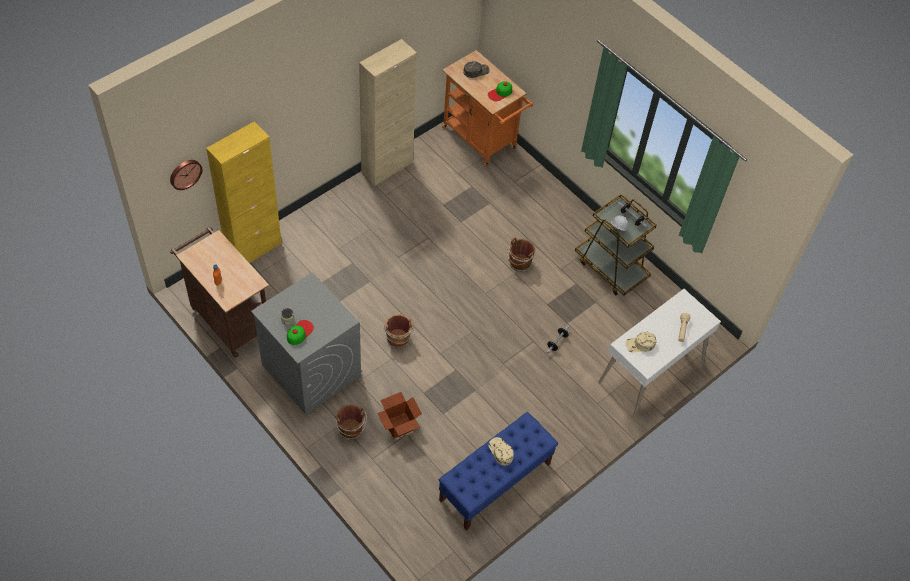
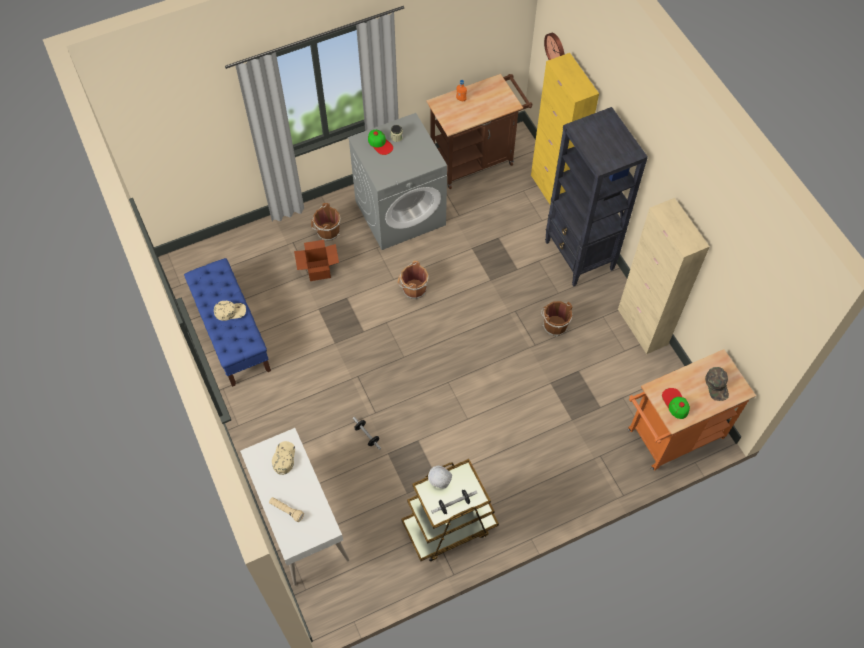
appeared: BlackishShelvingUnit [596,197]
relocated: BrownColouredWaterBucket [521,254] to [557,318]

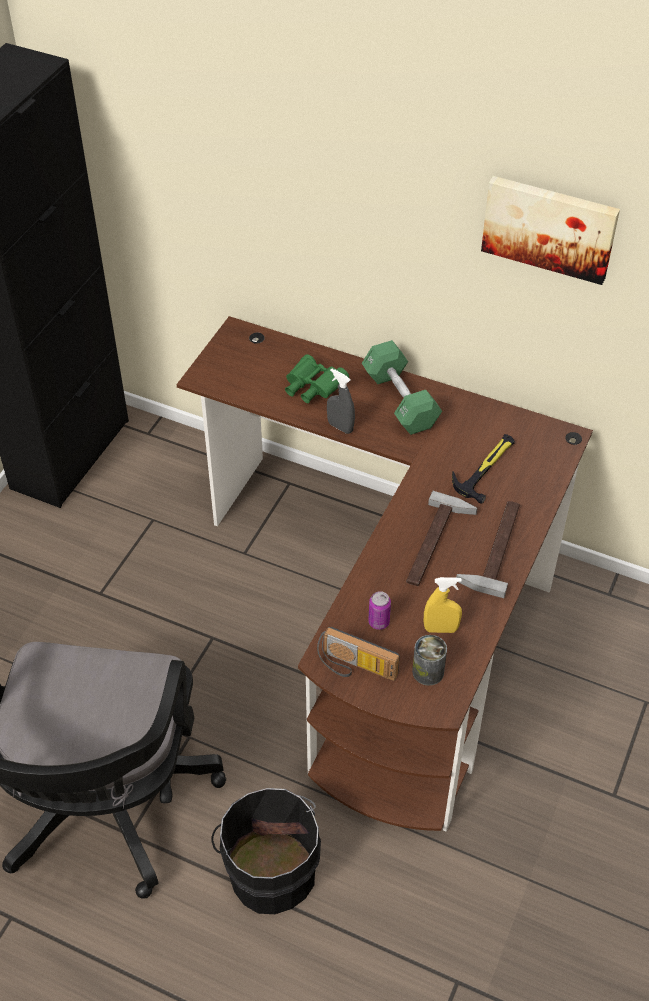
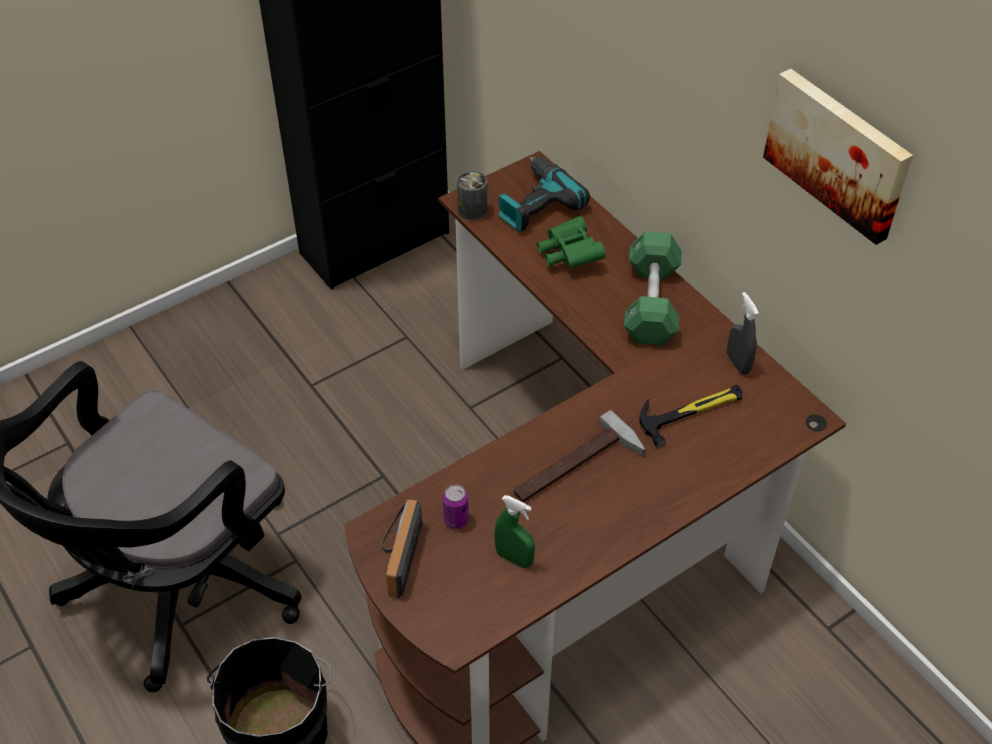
missing: ToolHammer [488,549]
appeared: PowerDrill [544,194]
relocated: GreyHandSprayer [341,401] to [743,333]; Can [429,660] to [472,196]
colour: YellowColouredHandSprayer [443,605] to GreenColouredHandSprayer [514,531]
spun: RadioReceiver [358,654] = [402,548] 45 degrees clockwise

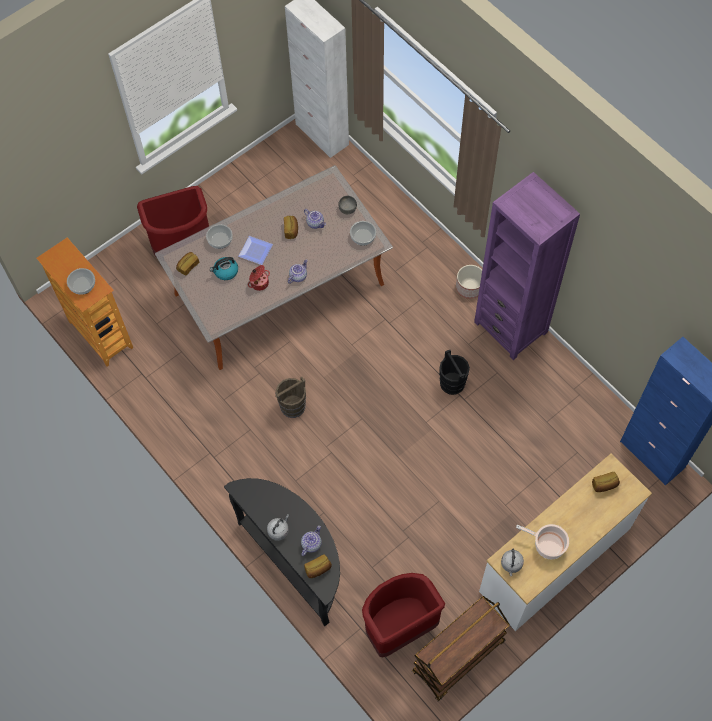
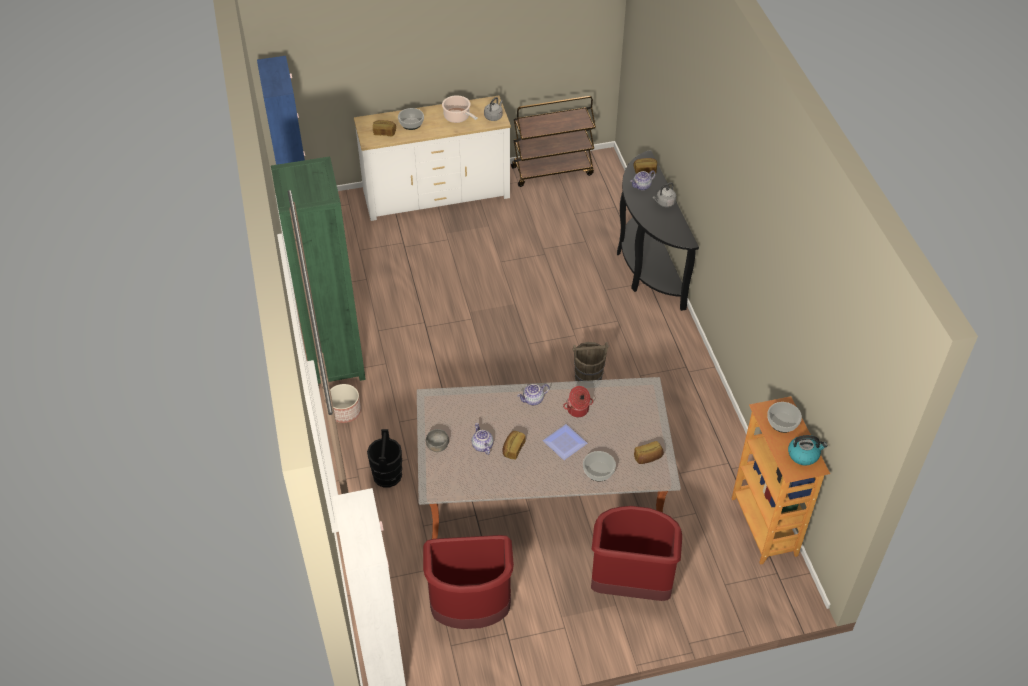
relocated: DeepDish [363,233] to [411,119]; Kettle [224,268] to [808,450]; BlackishWaterBucket [454,372] to [384,458]; ReddishTrashCan [403,615] to [468,582]
colour: PurplishShelvingUnit [527,266] to GreenColouredShelvingUnit [318,271]

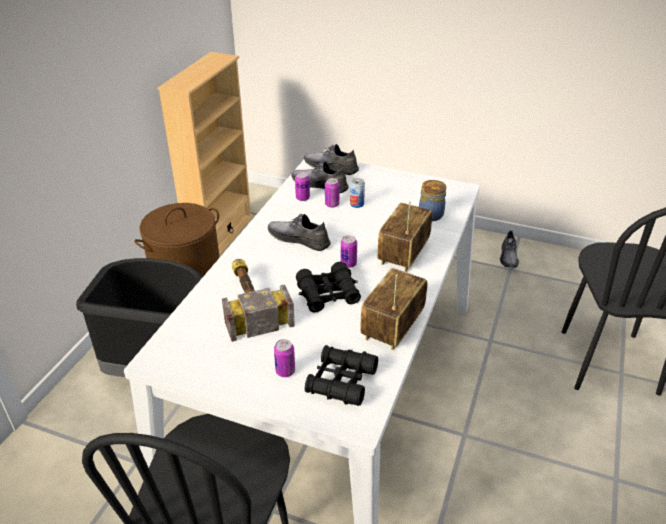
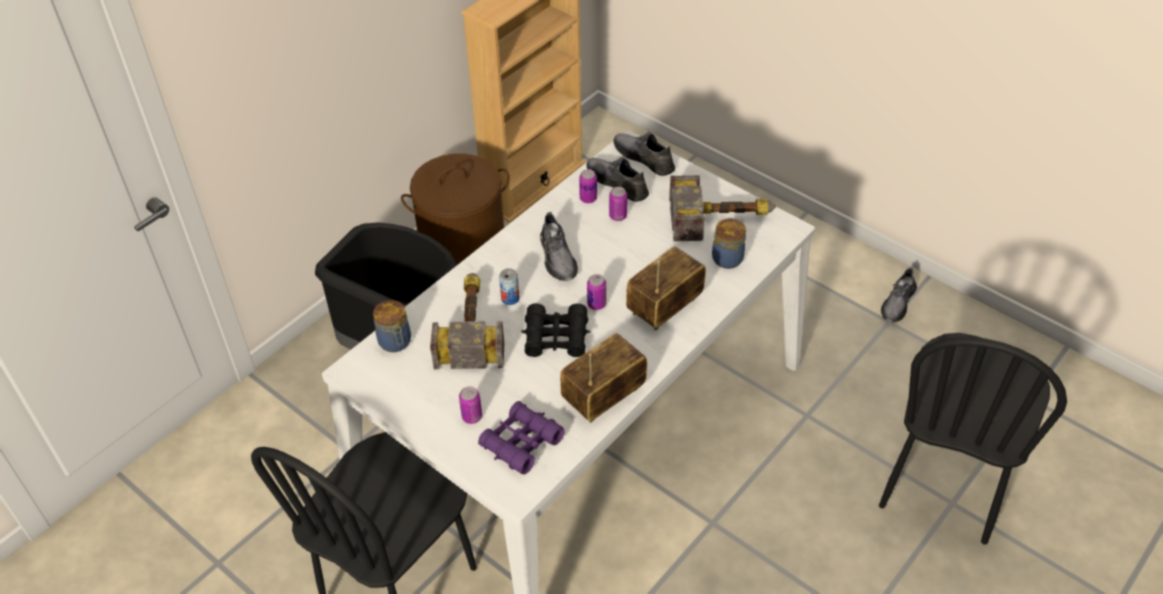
appeared: ToolHammer [722,208]; PreserveJar [392,326]
relocated: Can [357,193] to [509,286]
colour: BlackishBinoculars [341,375] to PurplishBinoculars [521,437]
spun: GreyItemOfFootwear [299,232] = [559,246] 150 degrees counterclockwise

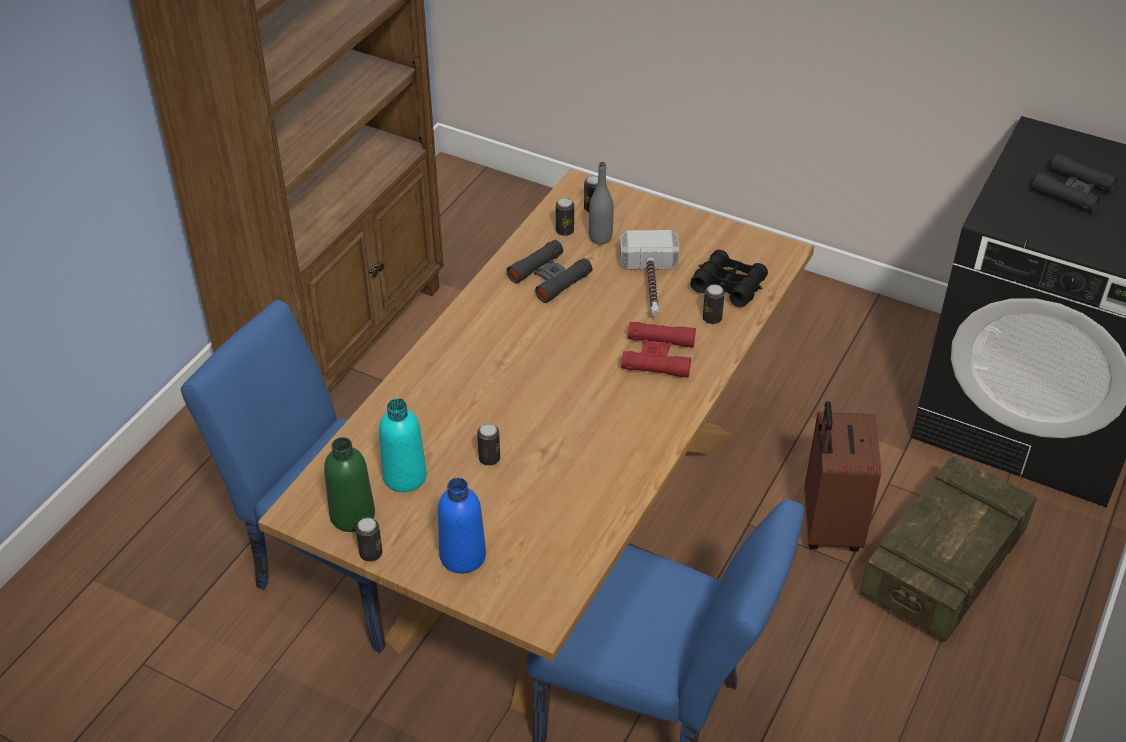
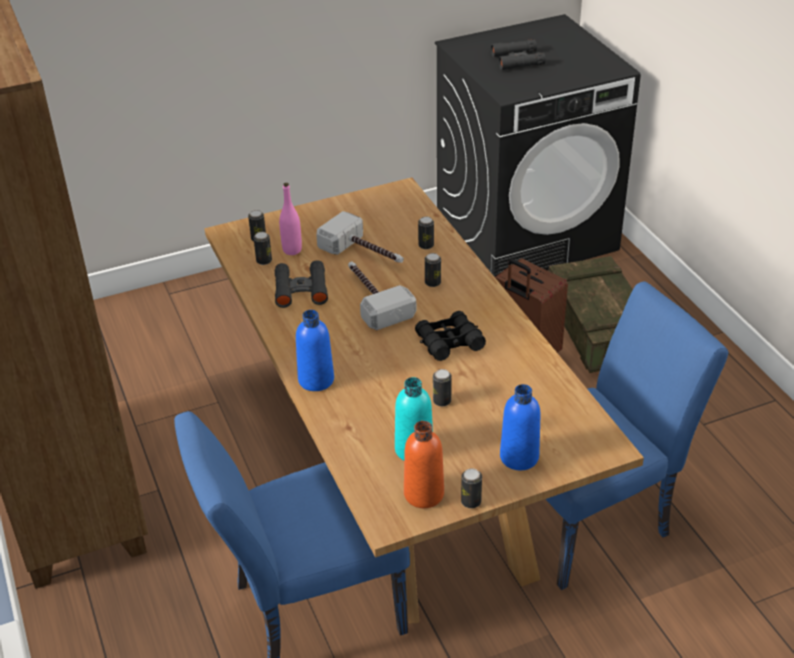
appeared: ToolHammer [382,295]; BlueDrinkBottle [315,350]
relocated: BlackishBinoculars [729,278] to [450,336]
exchanged: ReddishBinoculars [658,350] to Can [433,270]
colour: GreyDrinkBottle [601,203] to PinkColouredDrinkBottle [290,219]; GreenColouredDrinkBottle [349,484] to OrangeDrinkBottle [424,464]

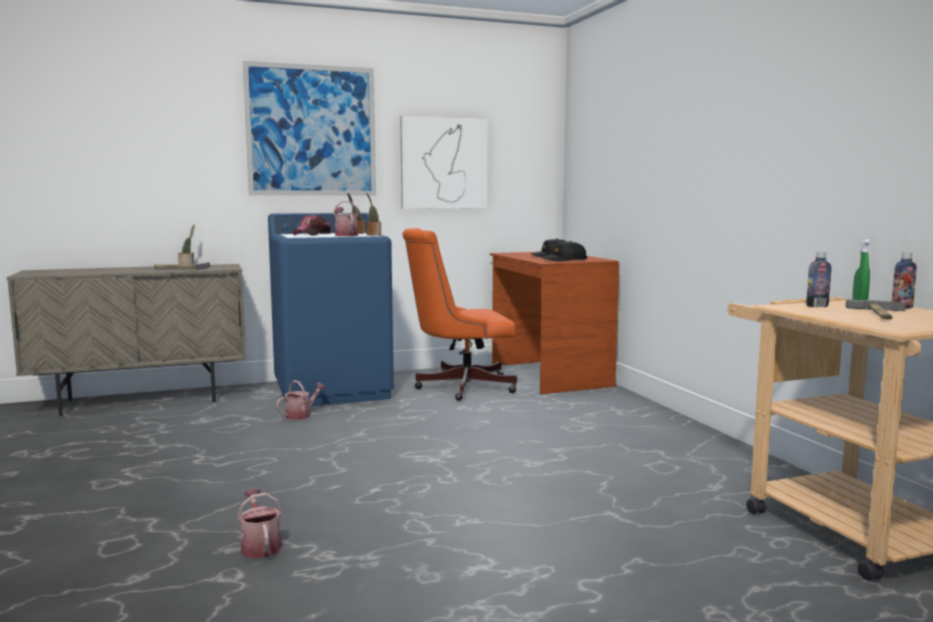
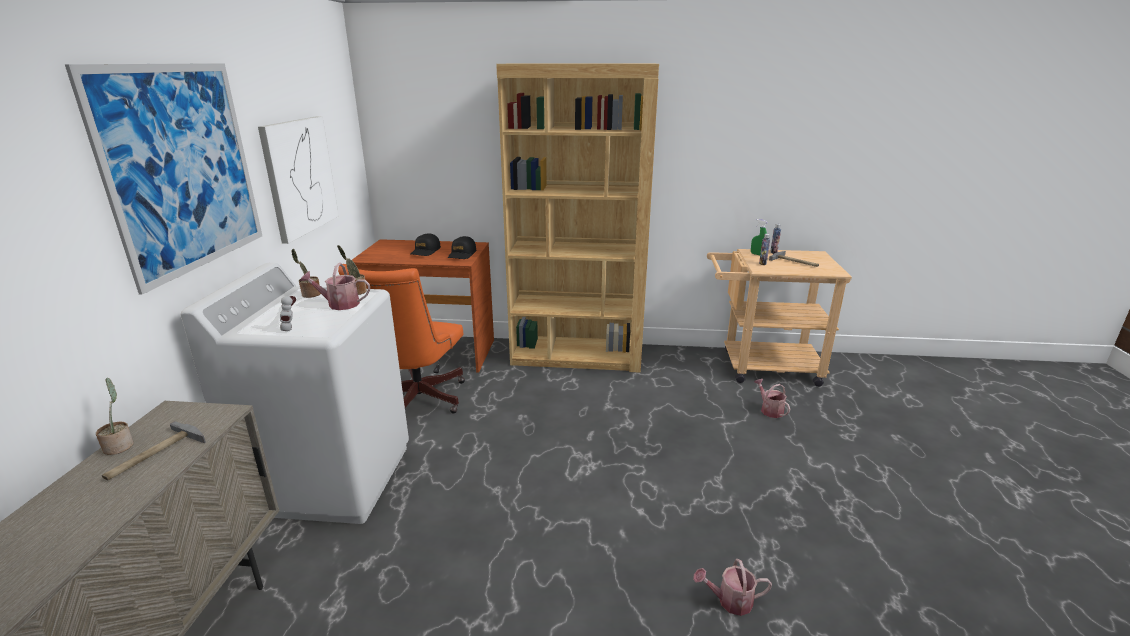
appeared: BrownColouredShelvingUnit [577,218]
relocated: WateringPot [300,400] to [772,398]
exchanged: PeakedCap [312,225] to ToolHammer [288,313]
colour: BlueWashingMachine [331,310] to WhitishWashingMachine [295,393]

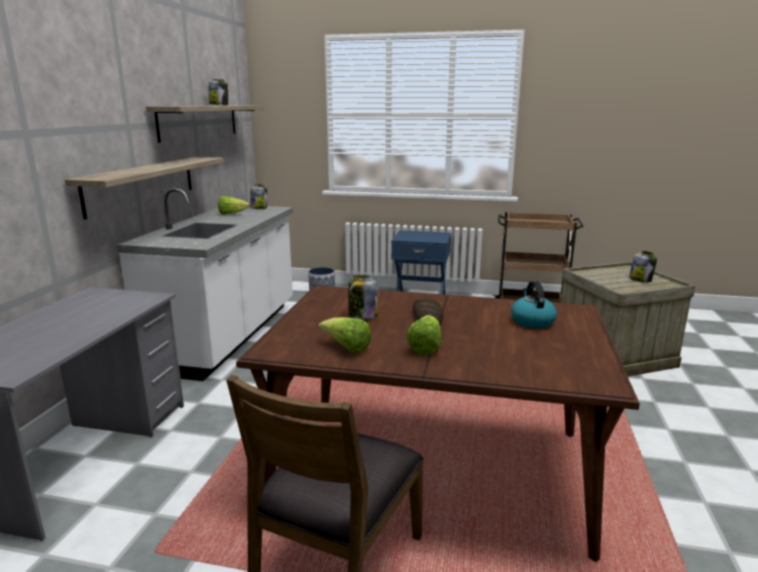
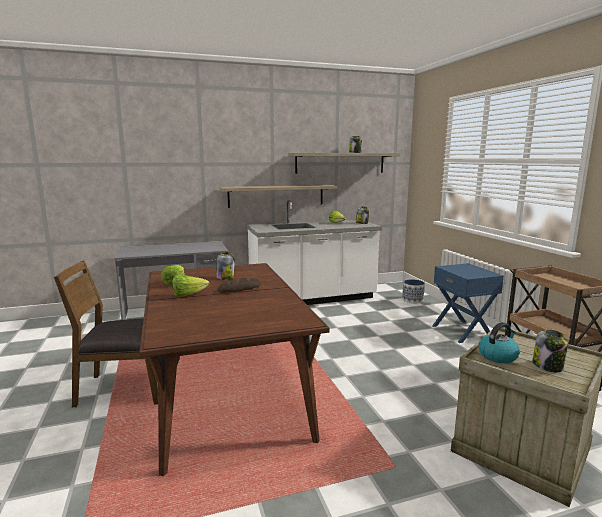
relocated: Kettle [534,305] to [499,342]

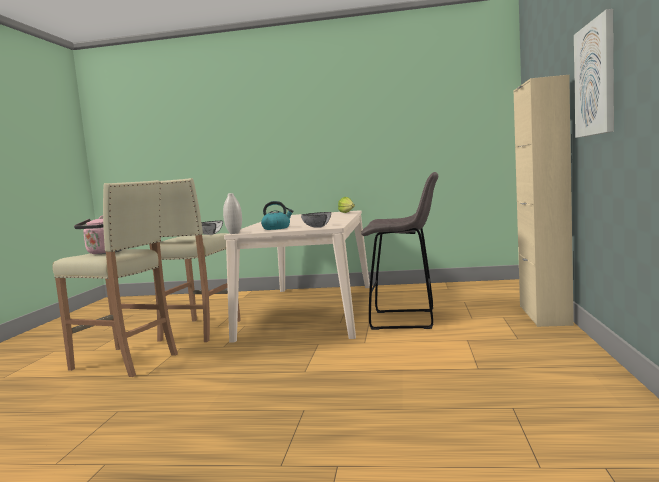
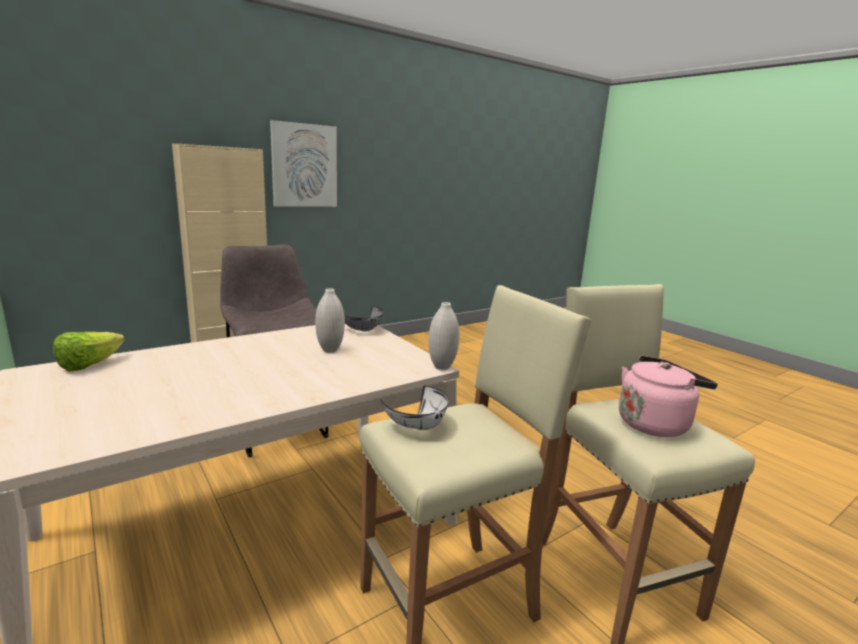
missing: Kettle [277,215]
appeared: WhitishVase [330,320]

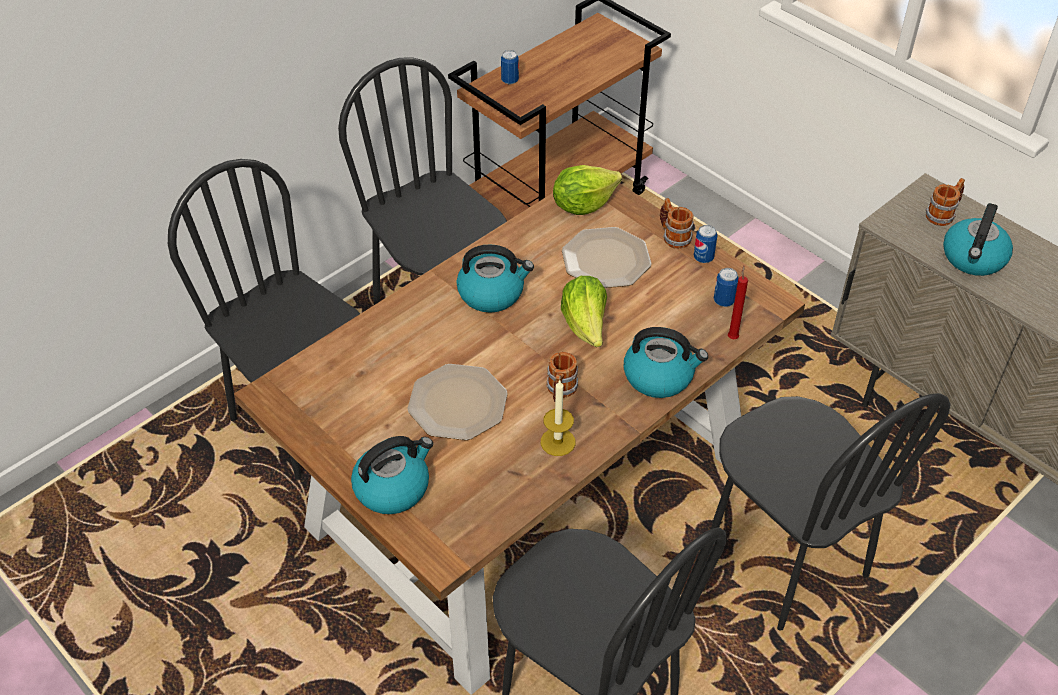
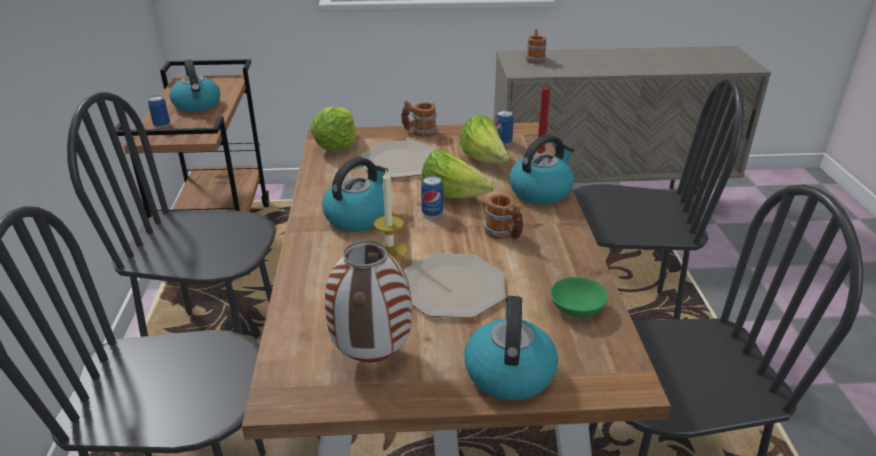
appeared: HeadOfLettuce [484,139]; Vase [368,301]; GreenColouredDeepDish [579,297]
relocated: Kettle [978,239] to [195,85]; Can [705,244] to [432,196]; Candle [558,417] to [390,214]

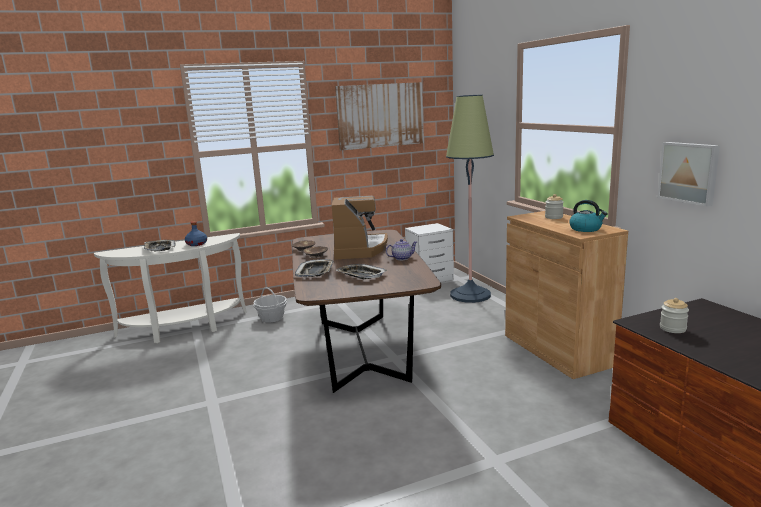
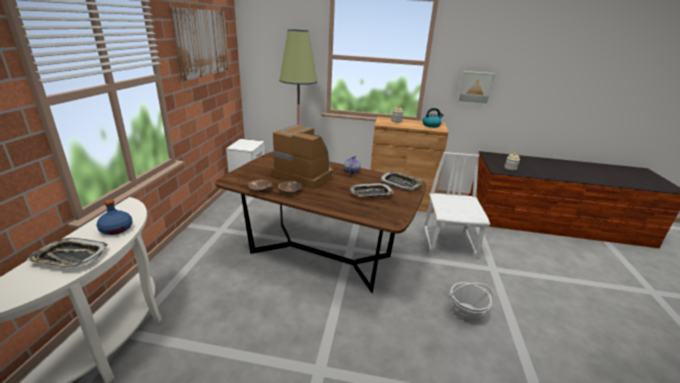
appeared: WhitishPlainChair [457,205]
relocated: Tray [314,268] to [401,180]; StorageBasket [270,305] to [471,302]

